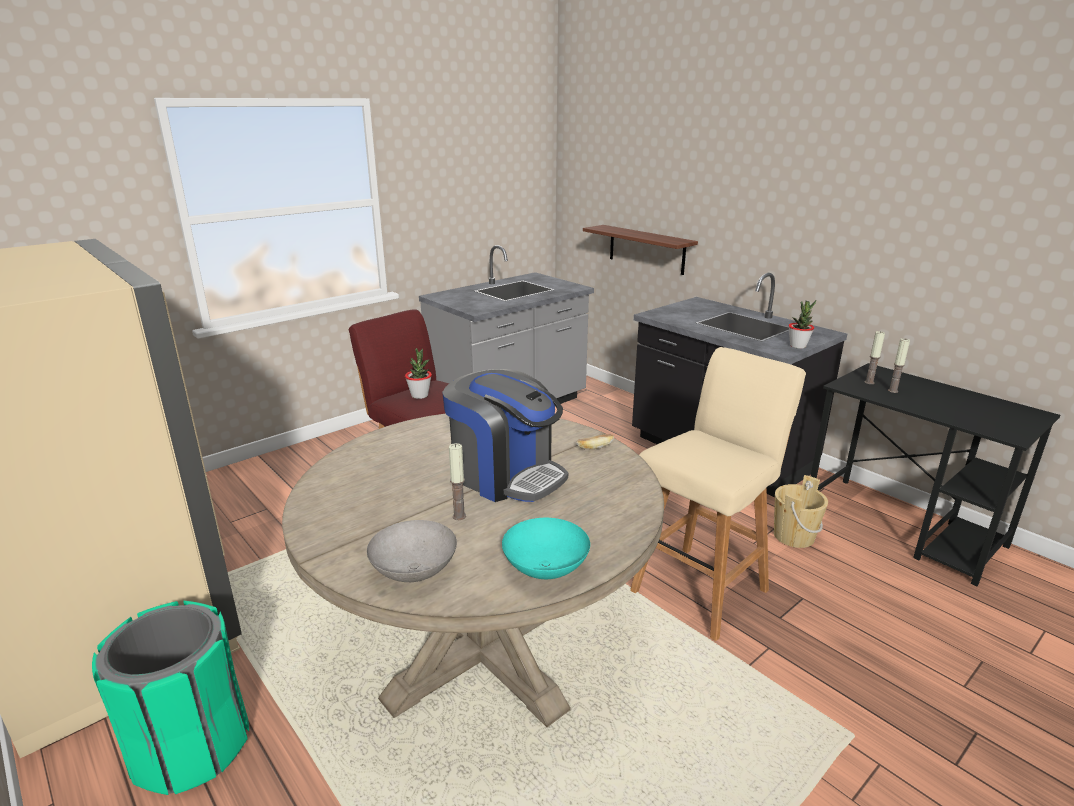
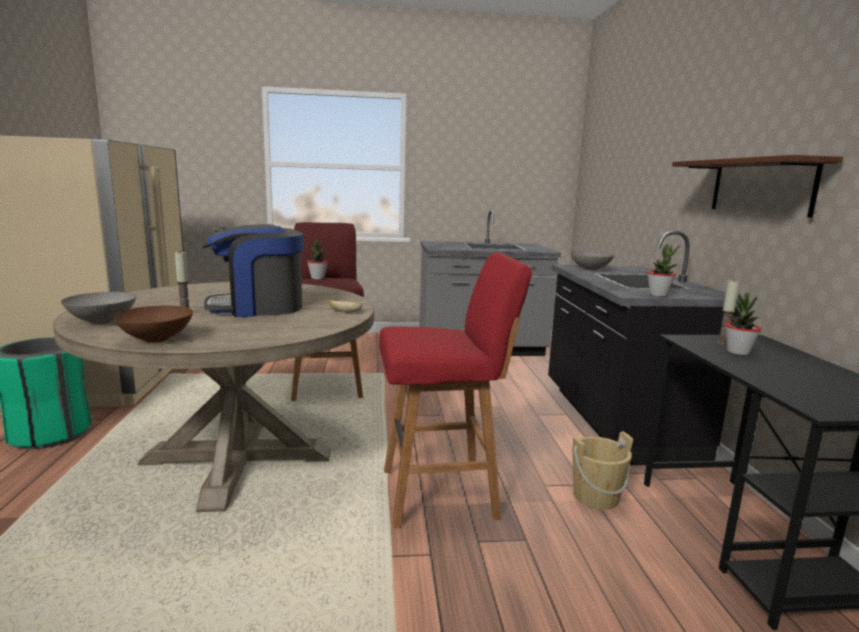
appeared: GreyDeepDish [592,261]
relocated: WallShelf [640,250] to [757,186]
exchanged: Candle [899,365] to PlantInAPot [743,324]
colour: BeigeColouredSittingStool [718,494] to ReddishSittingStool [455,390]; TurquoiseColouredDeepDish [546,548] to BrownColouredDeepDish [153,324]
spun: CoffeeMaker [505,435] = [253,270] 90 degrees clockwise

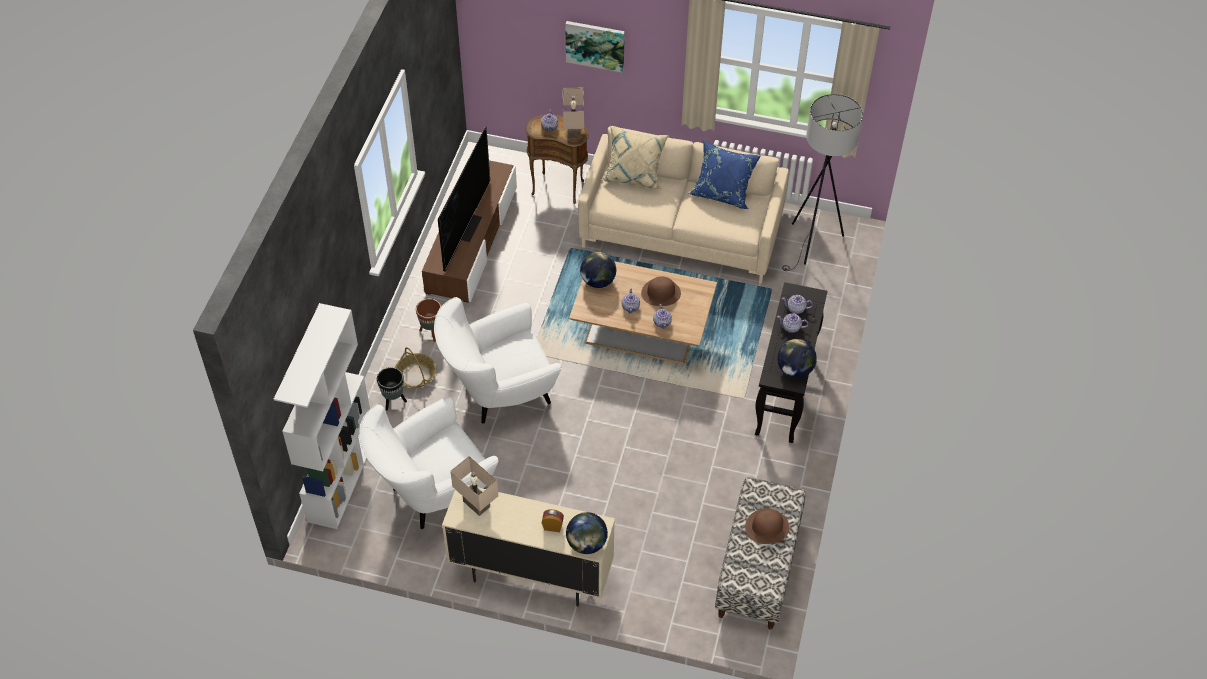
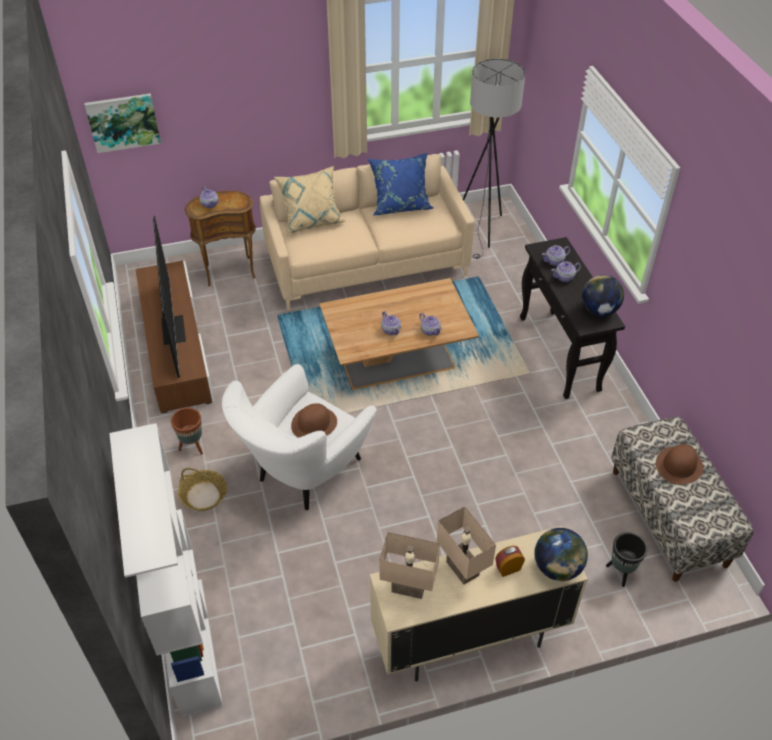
missing: WorldGlobe [598,270]; WhitishEasyChair [429,463]
relocated: WallPicture [595,47] to [122,123]; BeigeColouredTableLamp [573,113] to [466,545]; BrownColouredWearableHat [661,291] to [314,420]; BlackishFlowerPot [392,388] to [627,559]

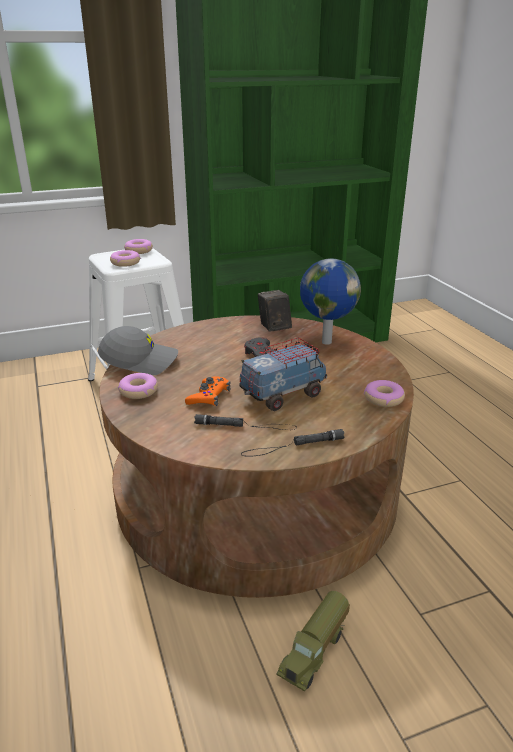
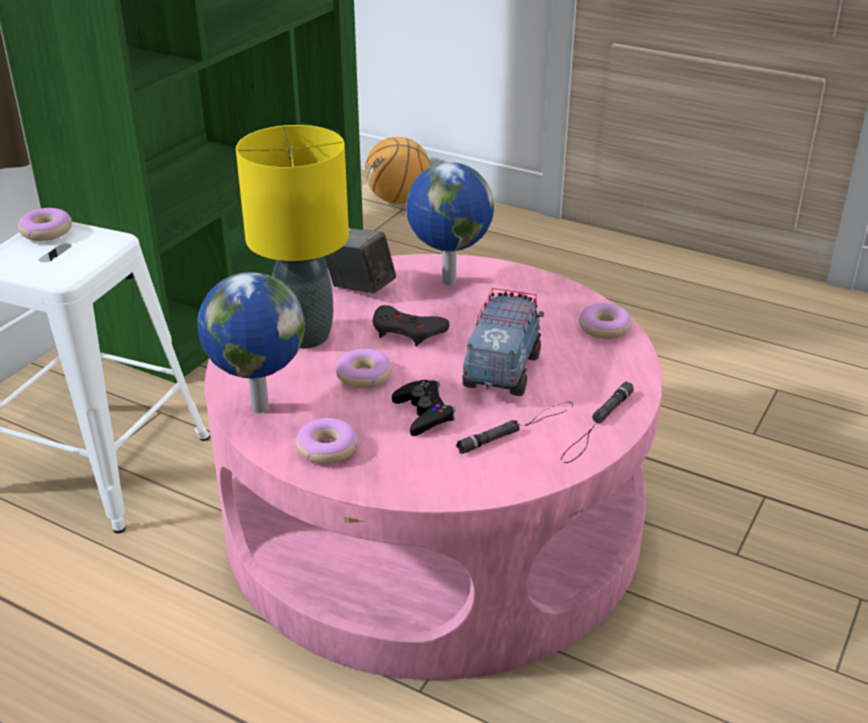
missing: ToyLorry [313,641]
appeared: YellowColouredTableLamp [292,237]; BasketballBall [398,170]
relocated: Doughnut [125,258] to [364,369]
exchanged: GreyPeakedCap [138,350] to WorldGlobe [251,342]
colour: BrownColouredCoffeeTable [256,456] to PinkColouredCoffeeTable [434,467]; OrangeJoypad [208,391] to BlackishJoypad [423,408]

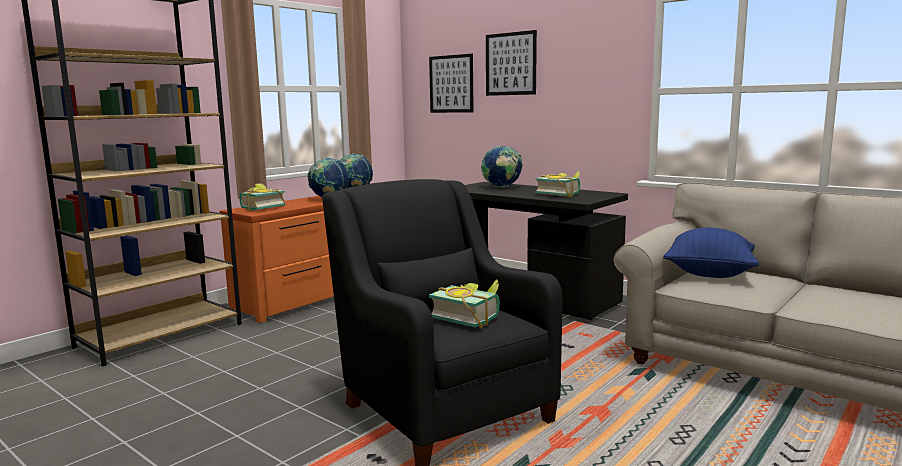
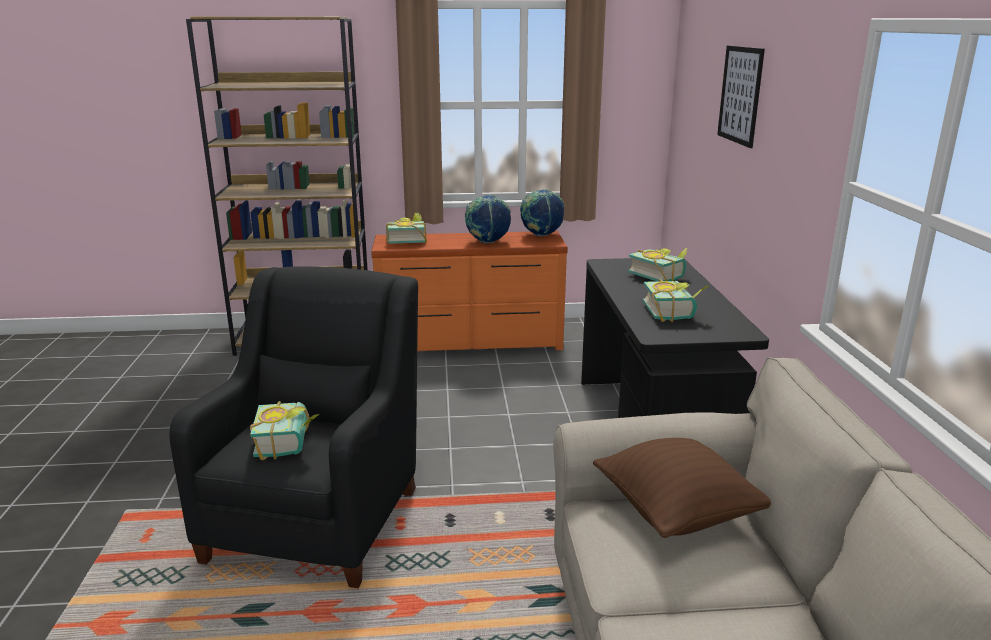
missing: WallPicture [451,83]
exchanged: WorldGlobe [502,167] to Volume [657,264]
colour: BlueCushion [711,253] to BrownColouredCushion [682,488]

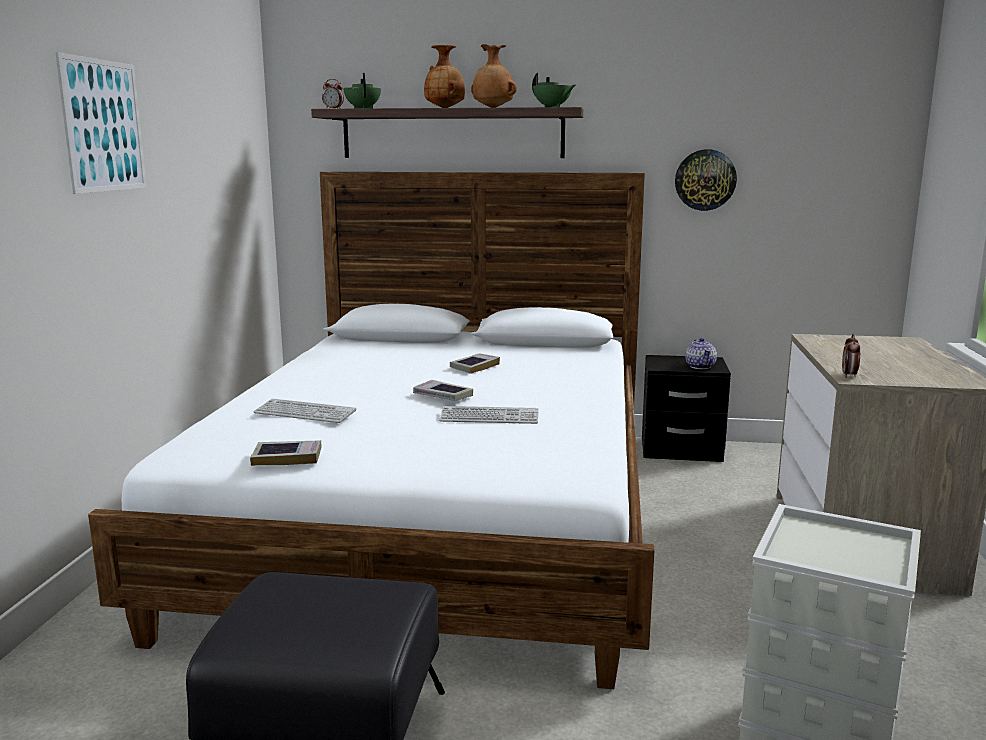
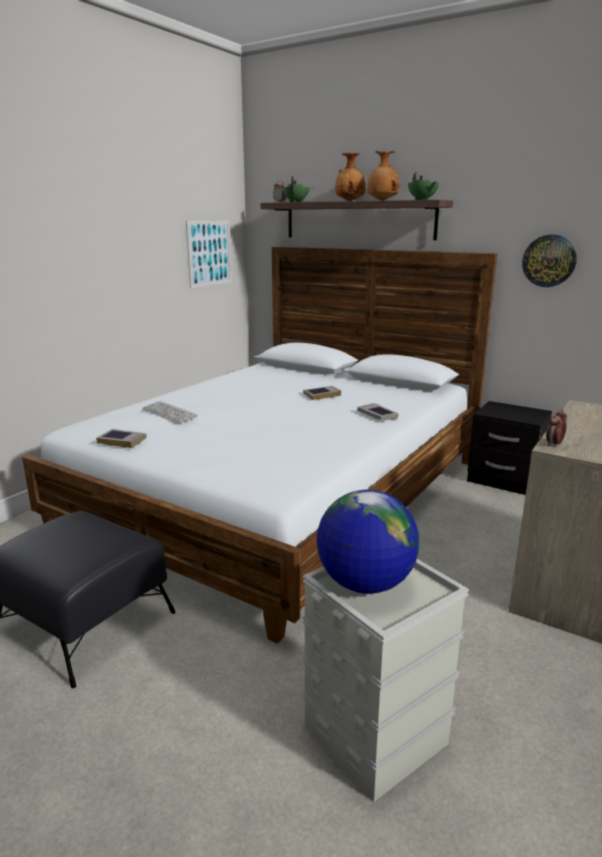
missing: PotForTea [701,353]; ComputerKeyboard [489,415]
appeared: WorldGlobe [368,542]
relocated: WallPicture [101,123] to [208,254]; Volume [443,390] to [377,412]

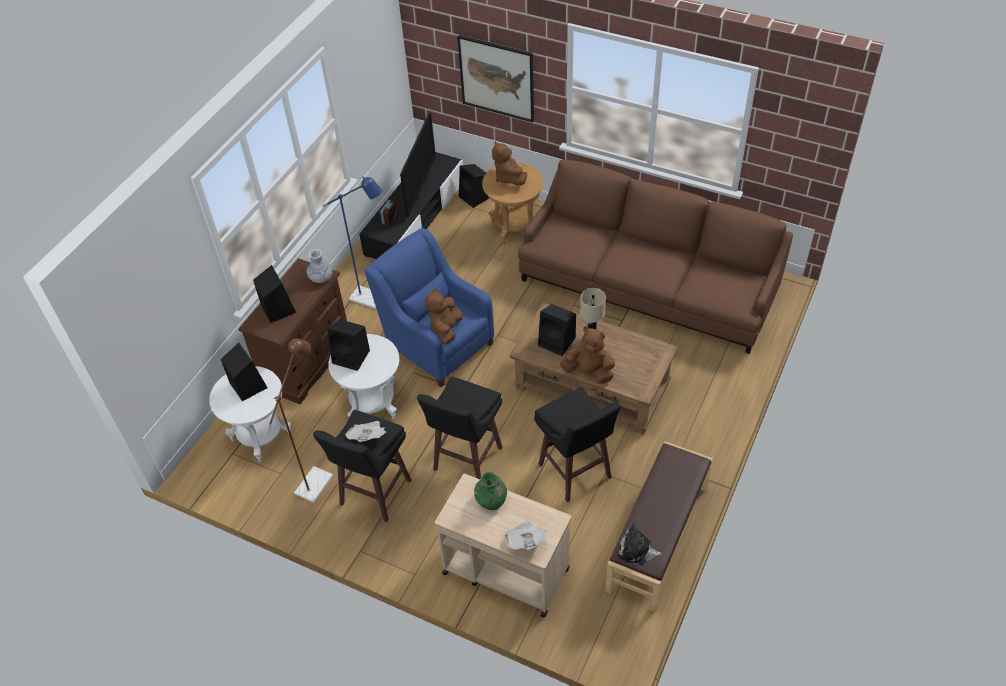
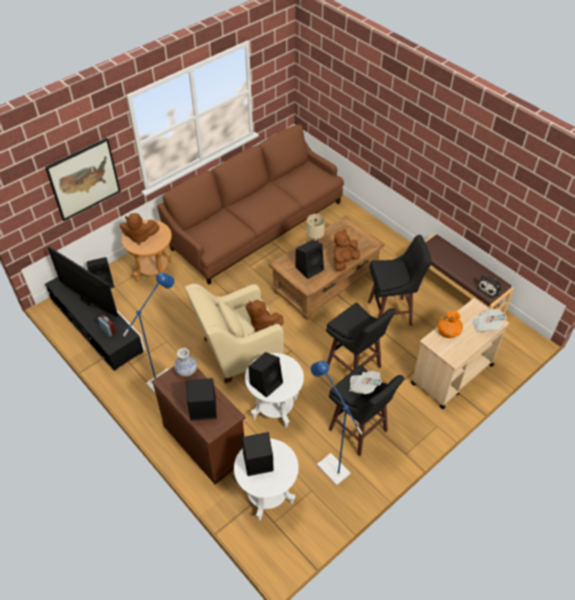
colour: BlueEasyChair [429,307] to BeigeColouredEasyChair [234,334]; BrownColouredFloorLamp [299,421] to BlueFloorLamp [336,423]; GreenColouredVase [490,491] to OrangeVase [450,324]

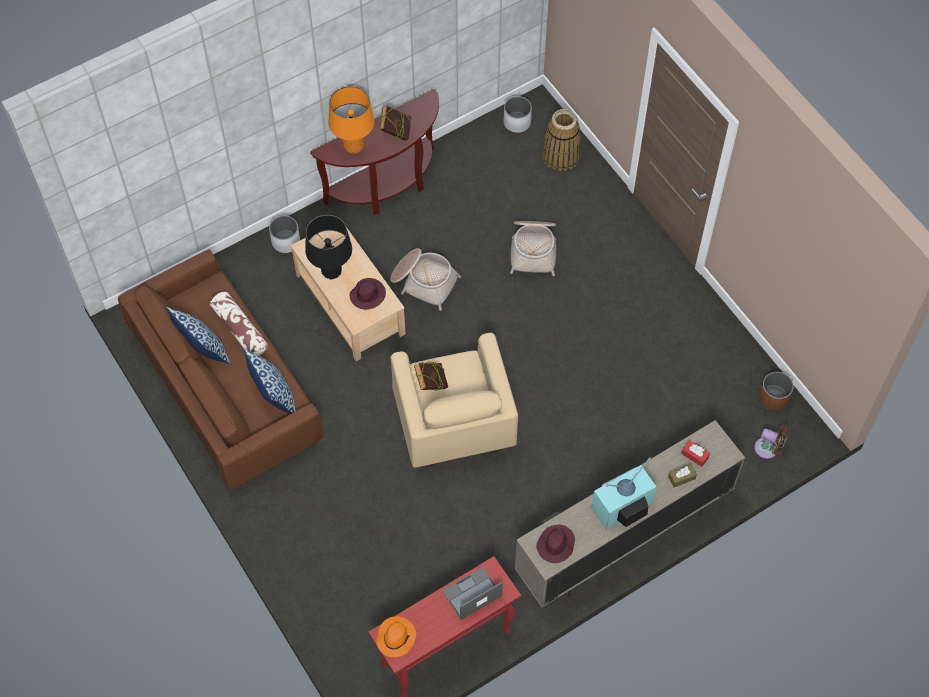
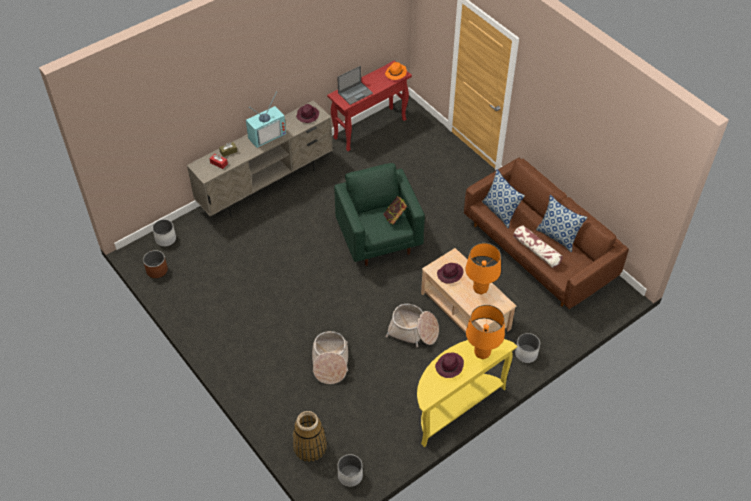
exchanged: Volume [395,123] to PurplishWearableHat [449,365]; BrownColouredElectricFan [772,442] to WhitishFlowerPot [164,233]
colour: BrownColouredHallTable [374,152] to YellowColouredHallTable [467,393]; BlackishTableLamp [328,247] to OrangeTableLamp [483,268]; BeigeColouredEasyChair [454,400] to GreenColouredEasyChair [379,214]

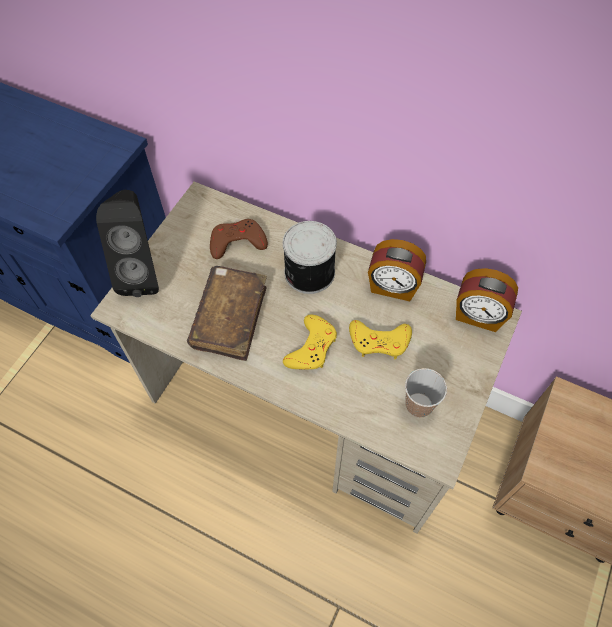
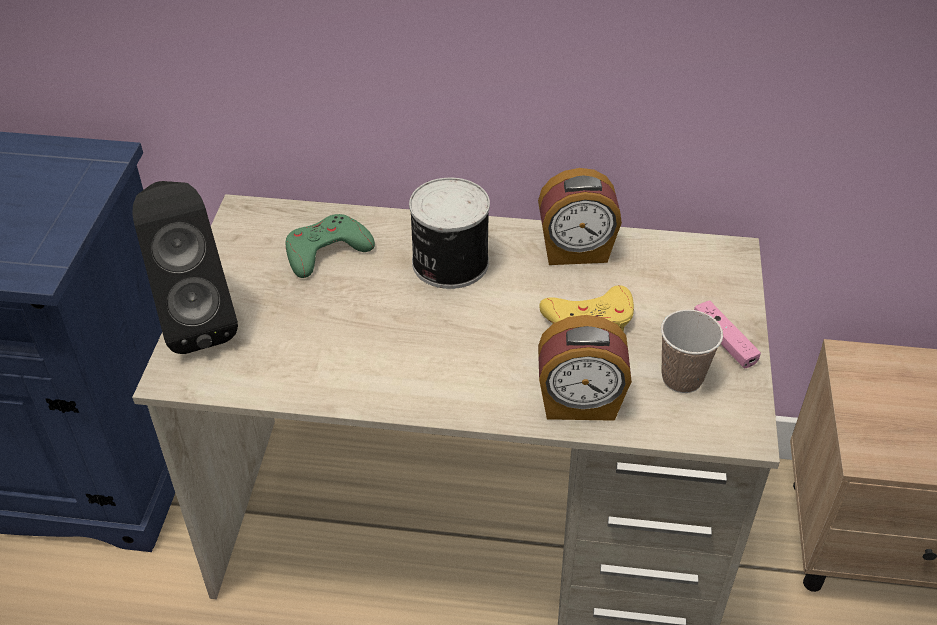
missing: BrownColouredVolume [227,313]; YellowColouredJoypad [310,342]
appeared: PinkColouredJoypad [727,334]
relocated: TableClock [487,300] to [585,368]
colour: BrownColouredJoypad [239,239] to GreenColouredJoypad [330,246]

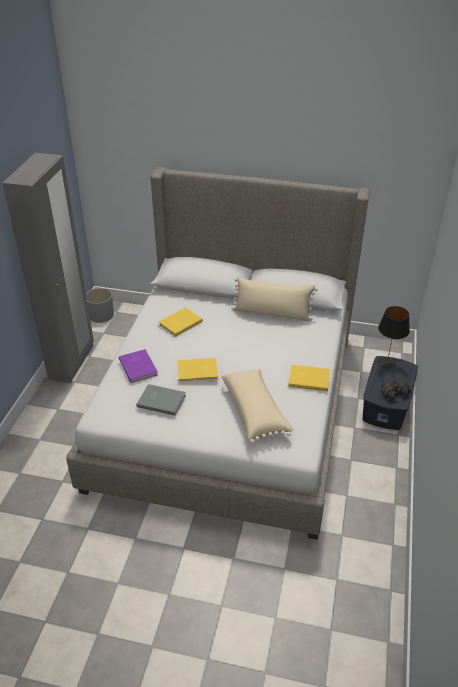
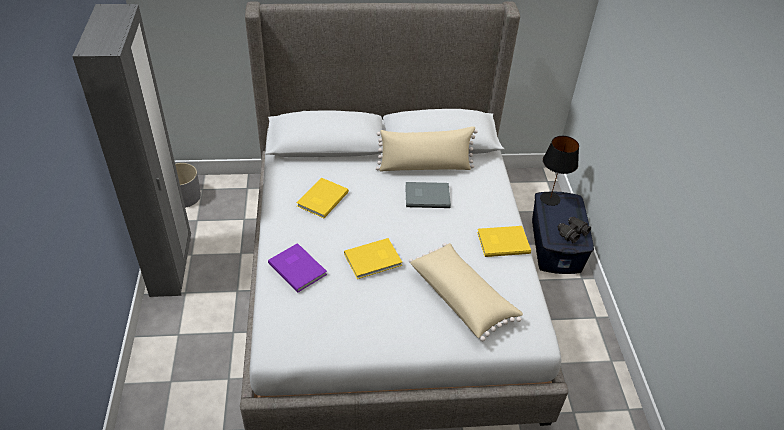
relocated: GreyVolume [161,400] to [428,195]

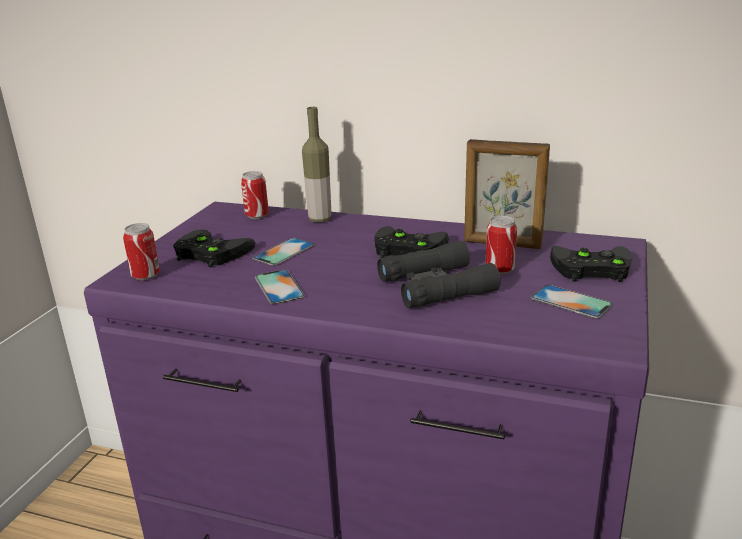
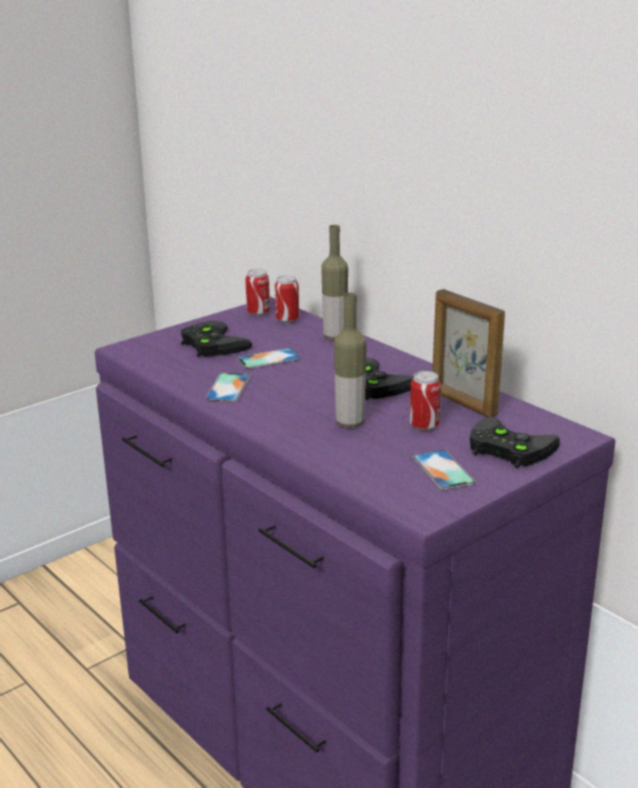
relocated: Can [141,252] to [257,292]
exchanged: BlackishBinoculars [439,274] to DrinkBottle [350,360]

